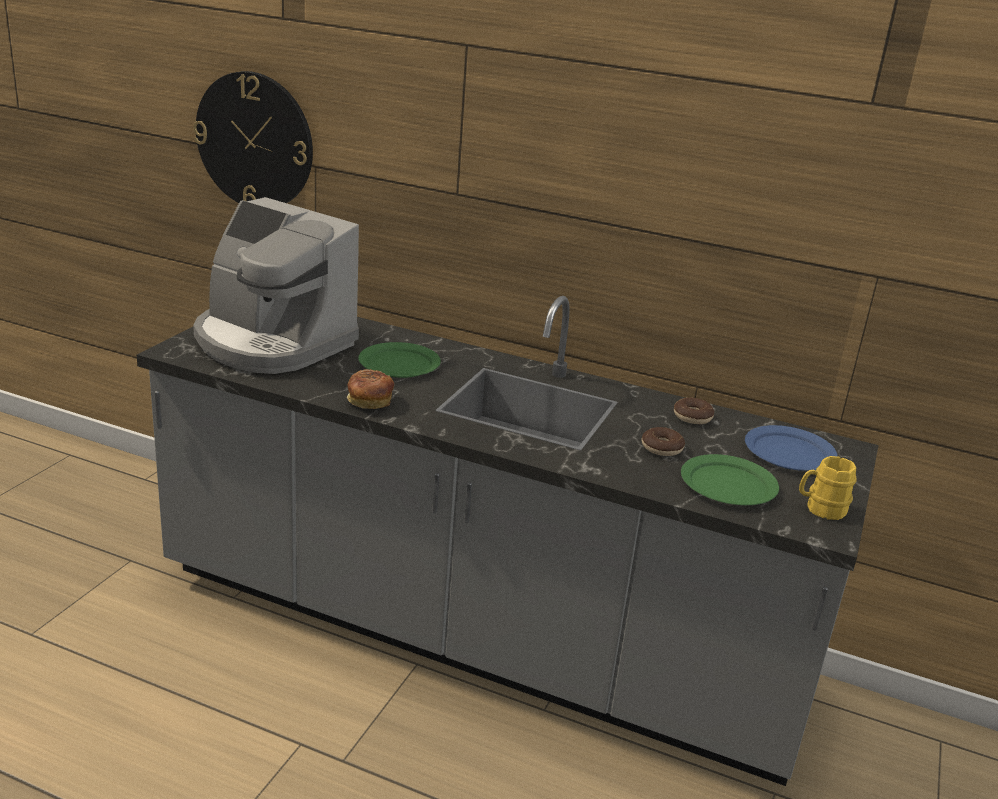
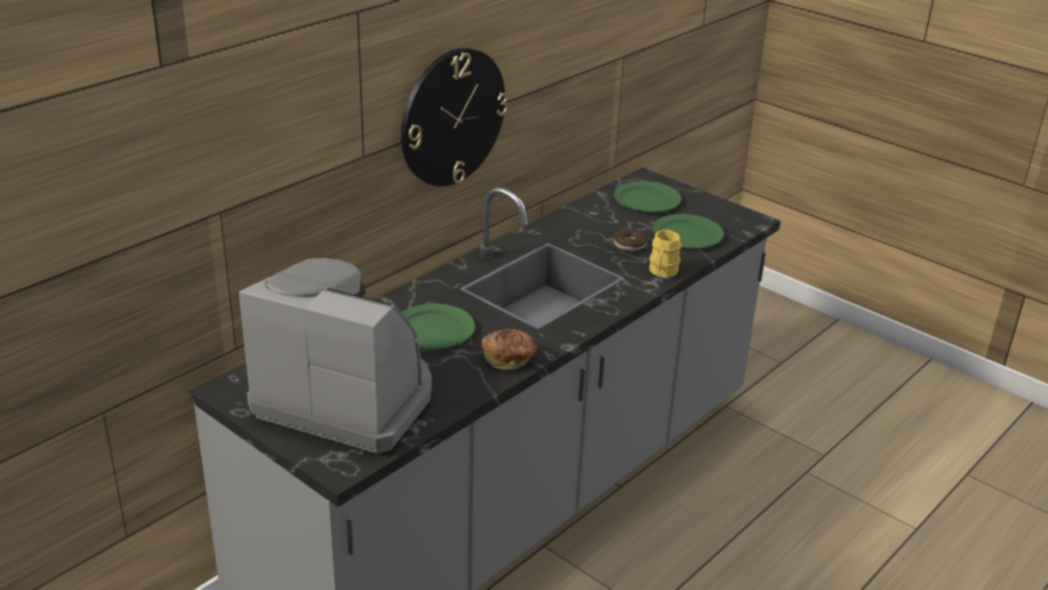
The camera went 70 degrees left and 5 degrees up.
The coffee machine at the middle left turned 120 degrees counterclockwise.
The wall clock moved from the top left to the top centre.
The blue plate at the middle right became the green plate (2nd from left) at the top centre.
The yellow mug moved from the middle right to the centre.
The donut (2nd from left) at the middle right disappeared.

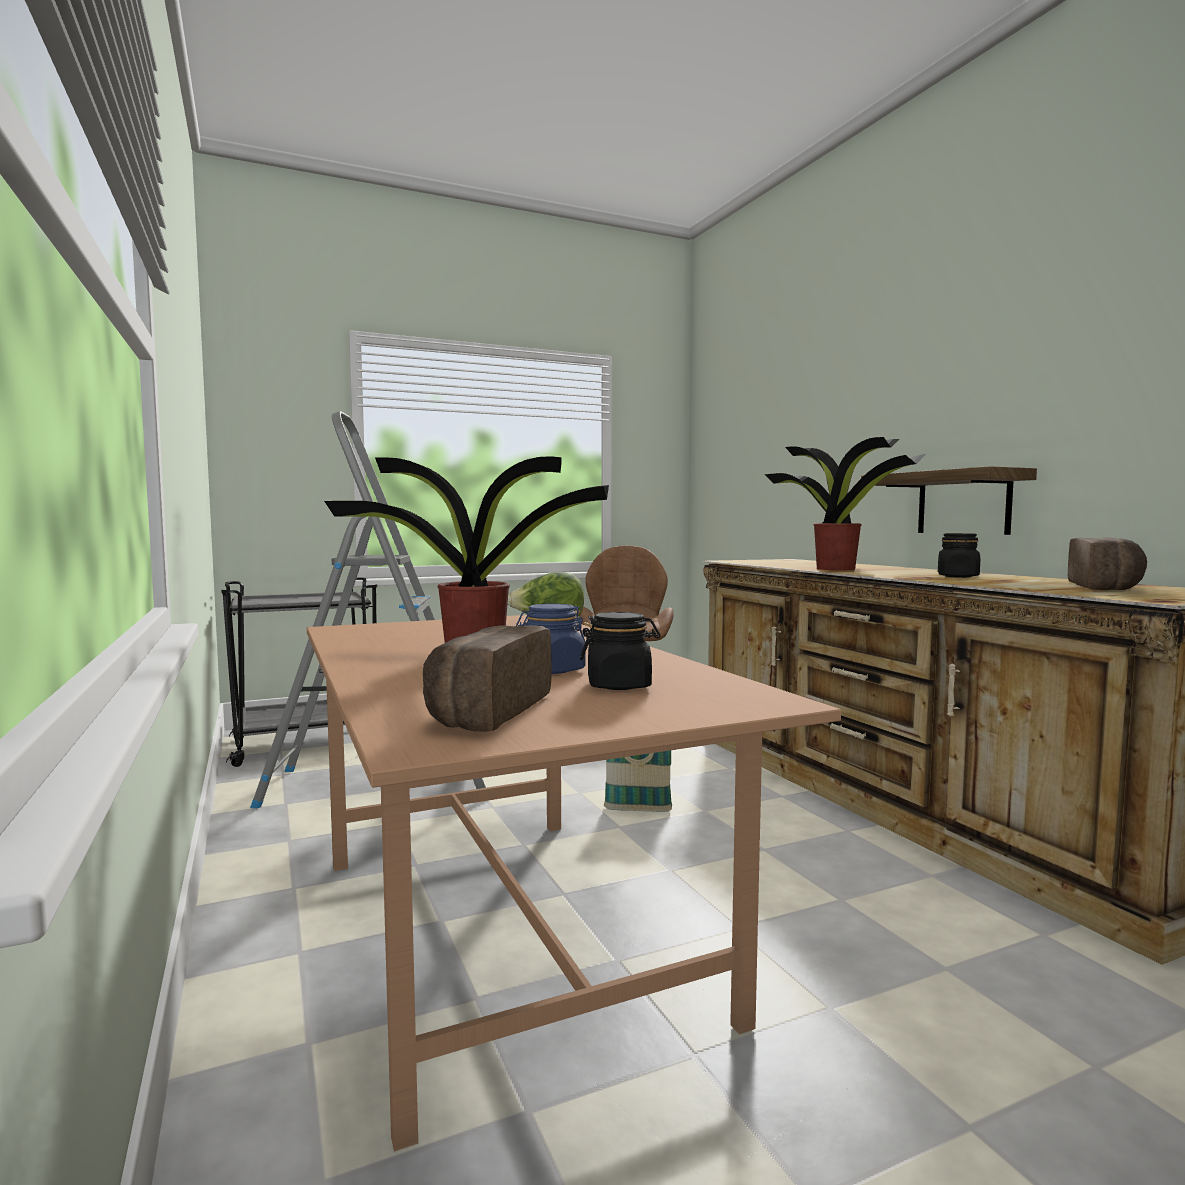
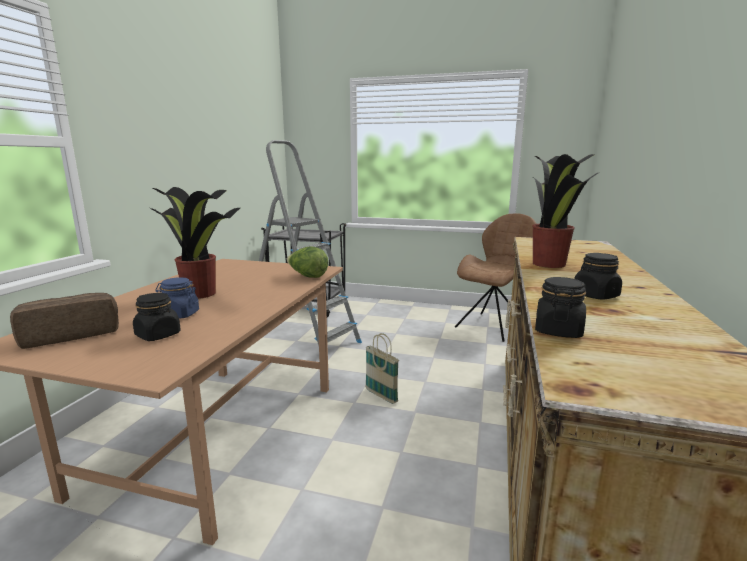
The camera went 40 degrees right and 10 degrees up.
The black jar (2nd from left) at the middle right appeared.
The shelf at the middle right disappeared.
The bread (2nd from left) at the middle right disappeared.

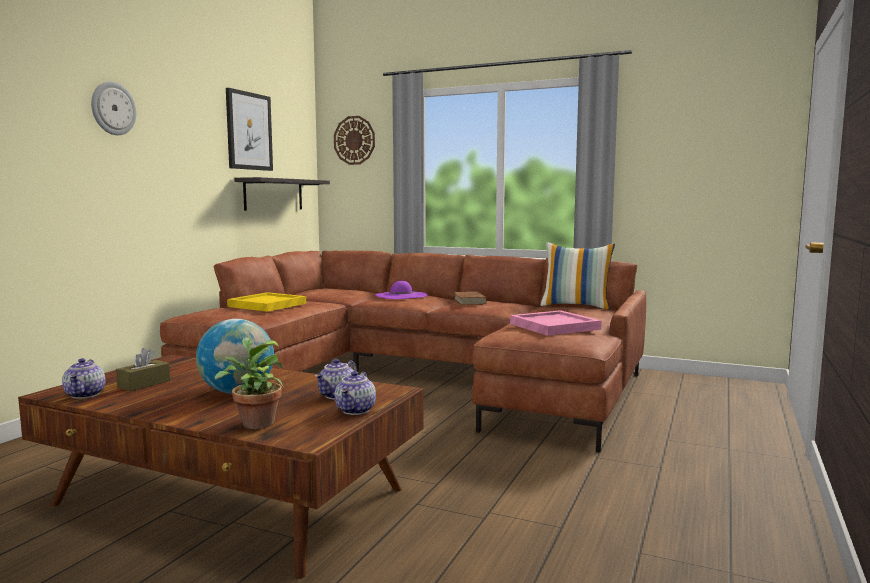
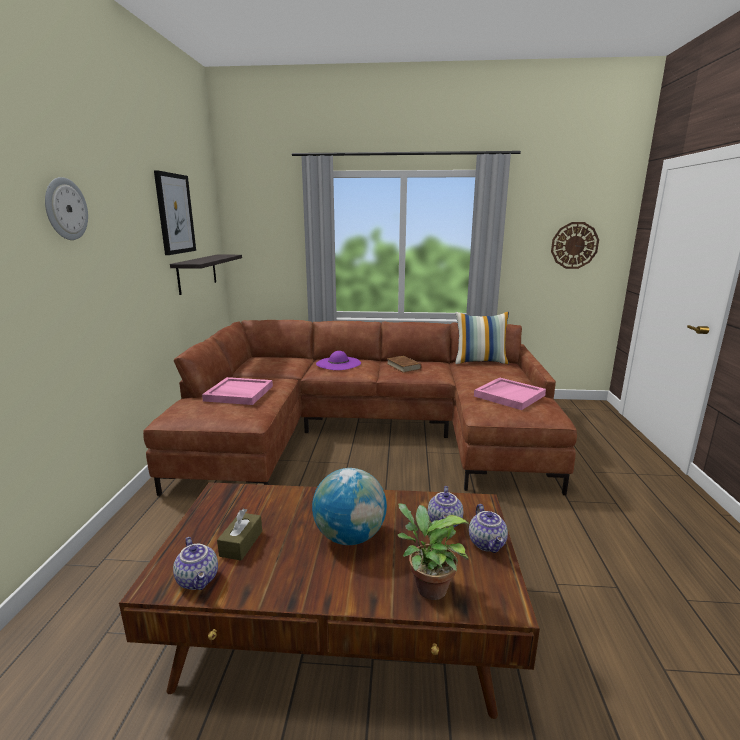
The camera went 20 degrees left and 10 degrees up.
The yellow tray at the middle left became the pink tray (1st from left) at the middle left.
The wall clock (2nd from left) moved from the top centre to the top right.

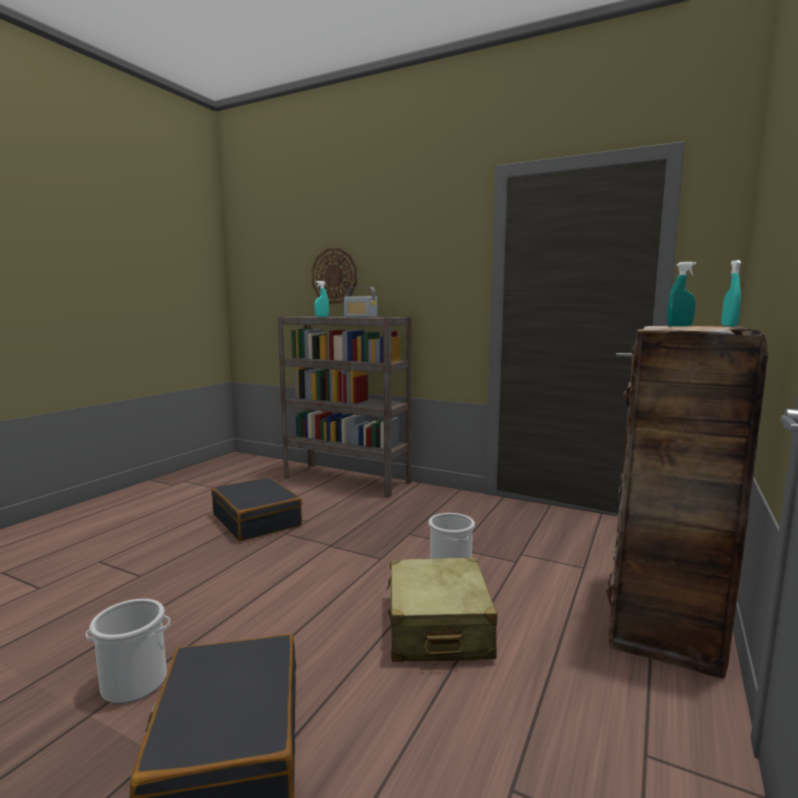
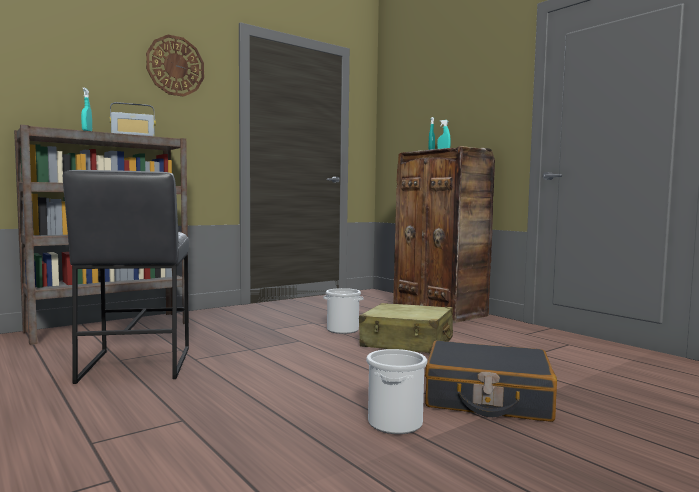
The camera went 65 degrees left and 5 degrees down.
The black suitcase (2nd from left) at the middle left was replaced by the grey stool at the middle left.
The wall clock moved from the centre to the top left.

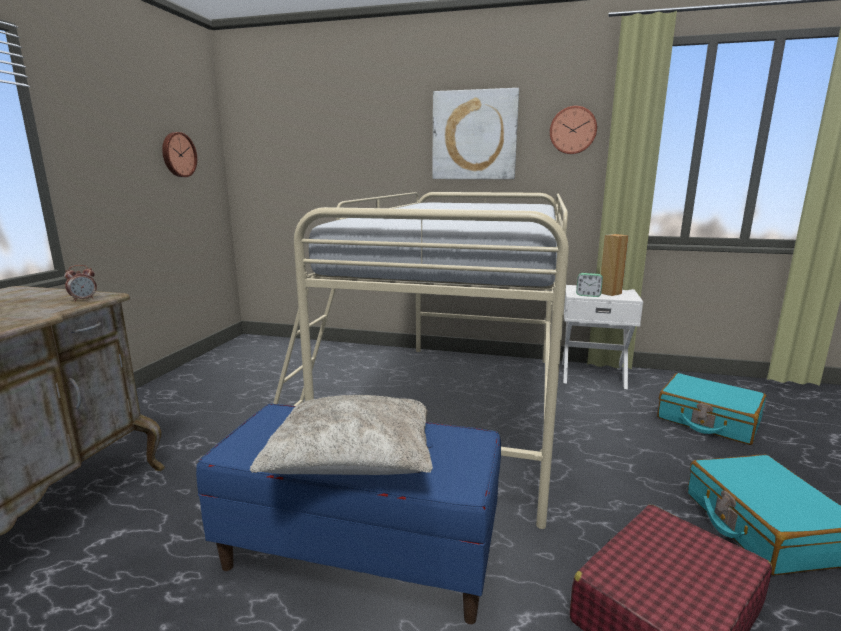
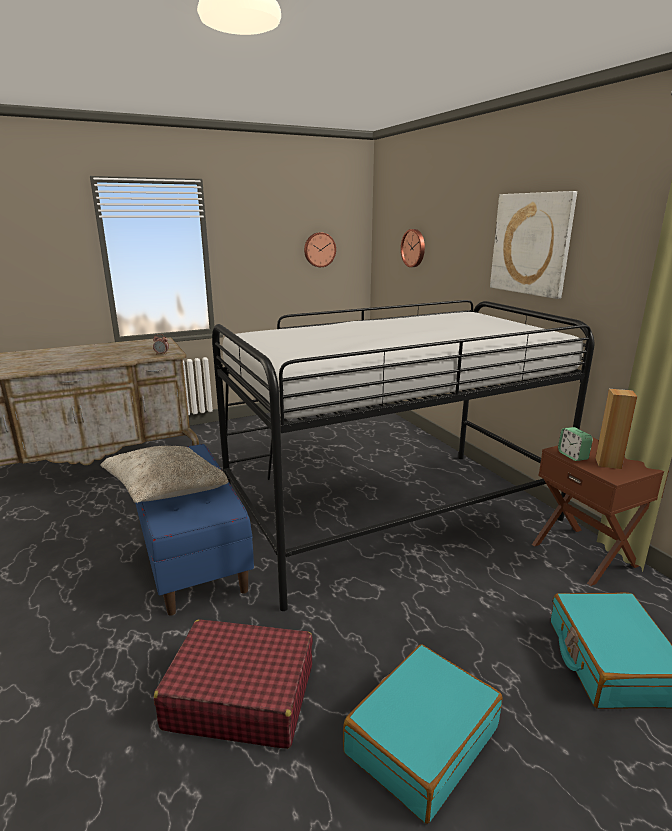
The camera went 50 degrees right and 5 degrees up.
The beige bed at the centre became the black bed at the centre.
The wall clock (2nd from left) moved from the top right to the top centre.
The white nightstand at the middle right became the brown nightstand at the middle right.

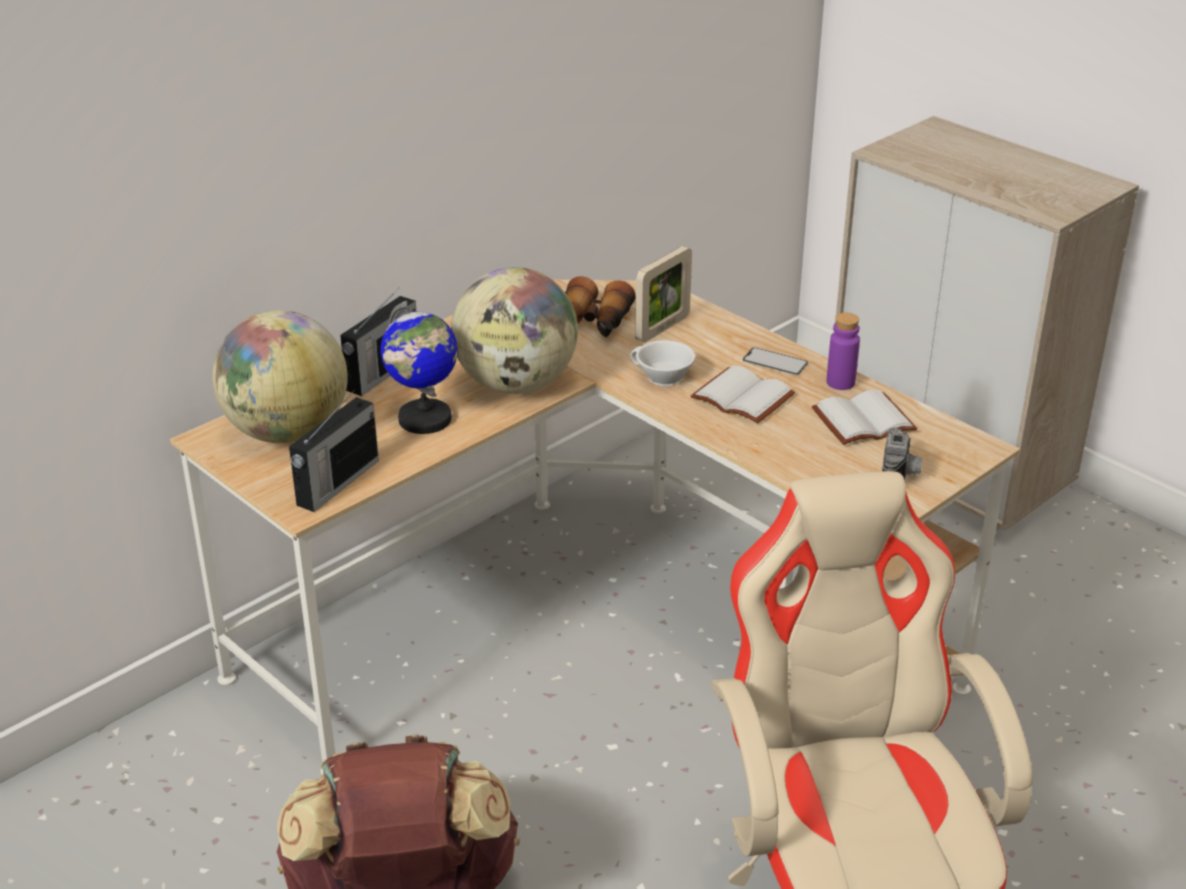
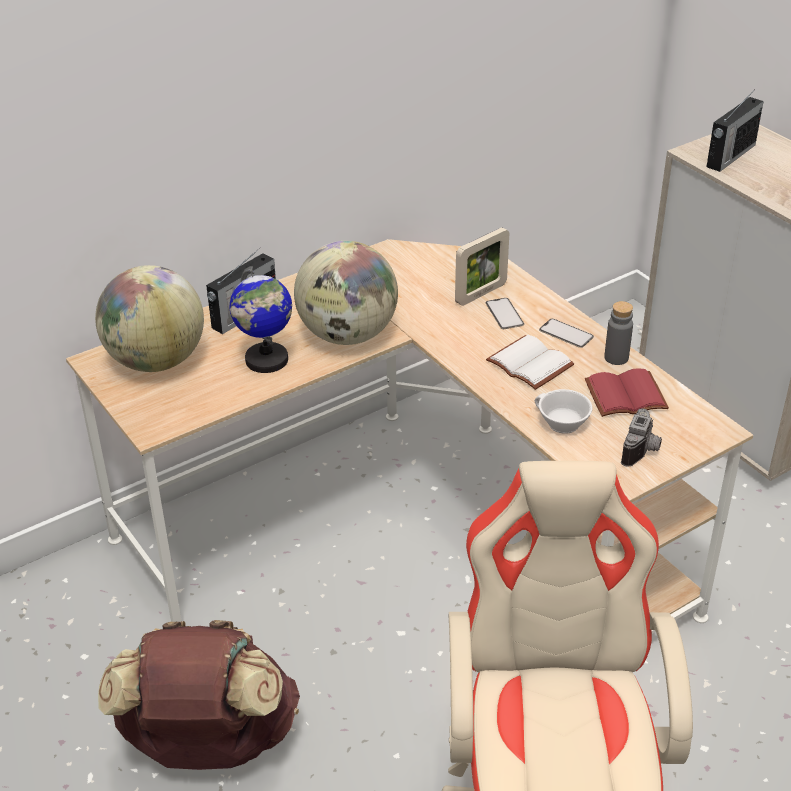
The camera went 10 degrees right and 5 degrees up.
The phone (1st from left) at the centre appeared.
The white cup moved from the centre to the middle right.
The white book (2nd from left) at the middle right became the red book at the middle right.
The purple bottle at the middle right became the grey bottle at the middle right.
The radio (1st from left in the first image) moved from the middle left to the top right.
The binoculars at the centre disappeared.

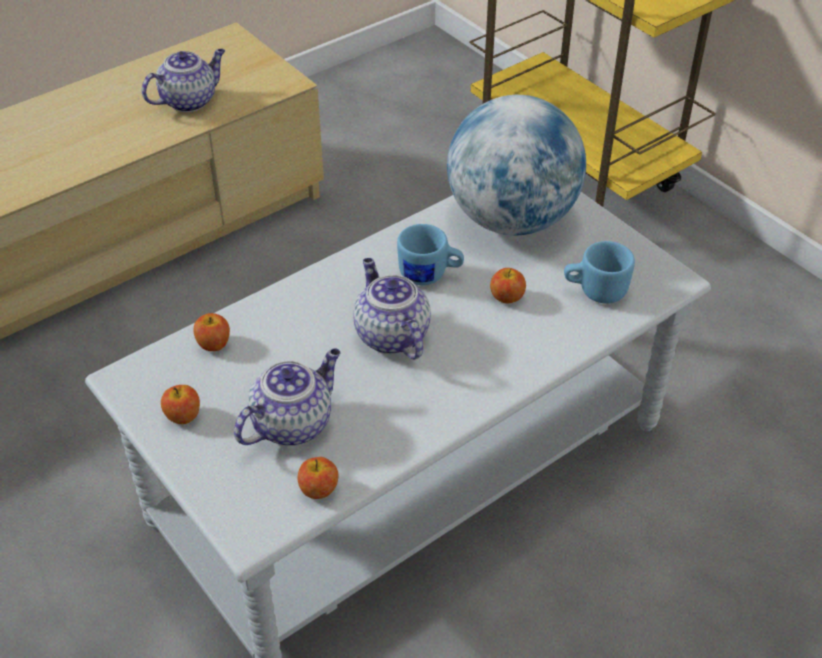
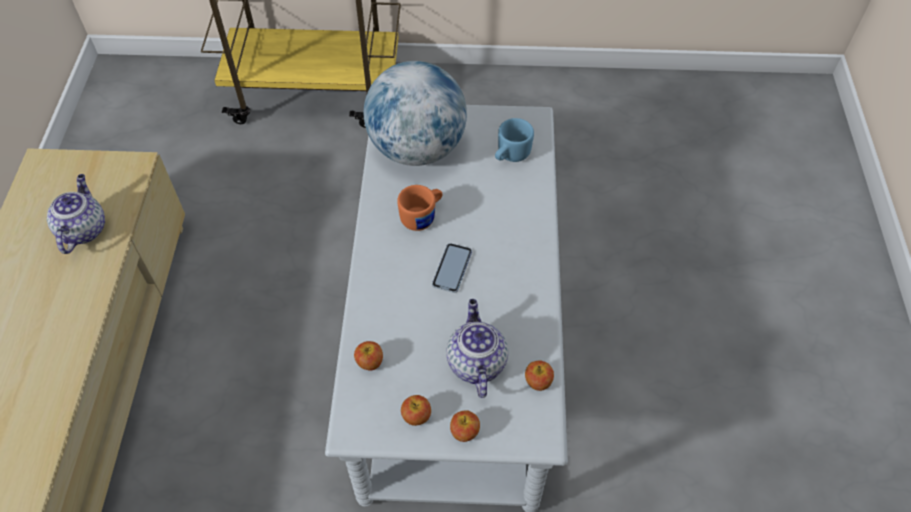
The camera went 50 degrees left and 10 degrees up.
The blue mug (1st from left) at the centre became the orange mug at the centre.
The teapot (3rd from left) at the centre was replaced by the phone at the centre.
The apple (4th from left in the first image) moved from the centre to the bottom centre.

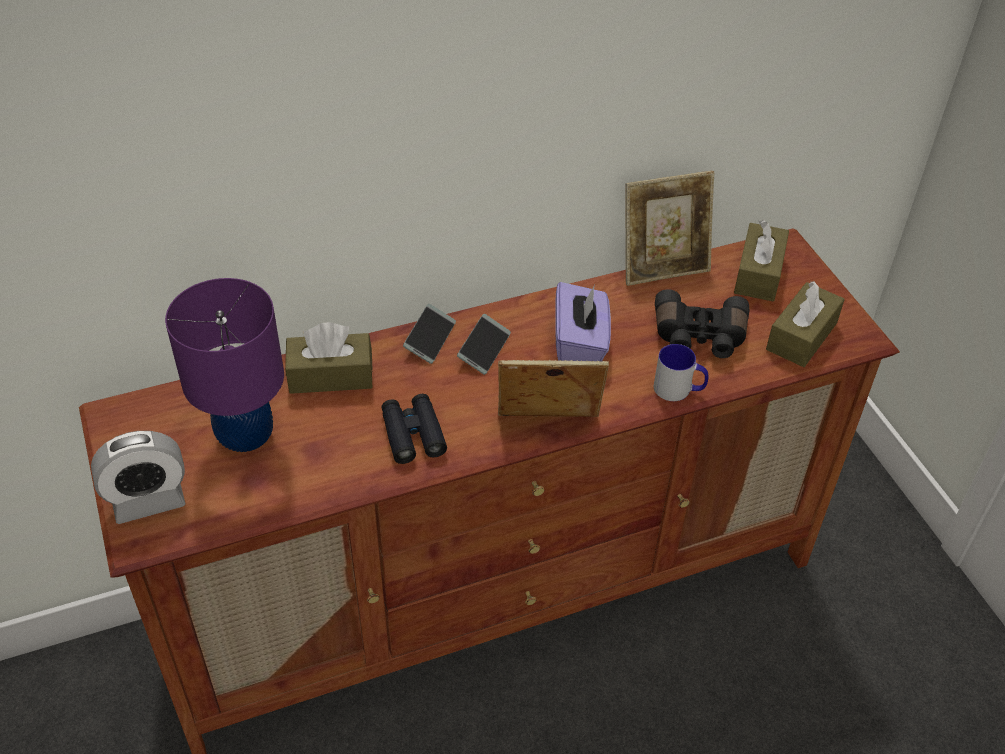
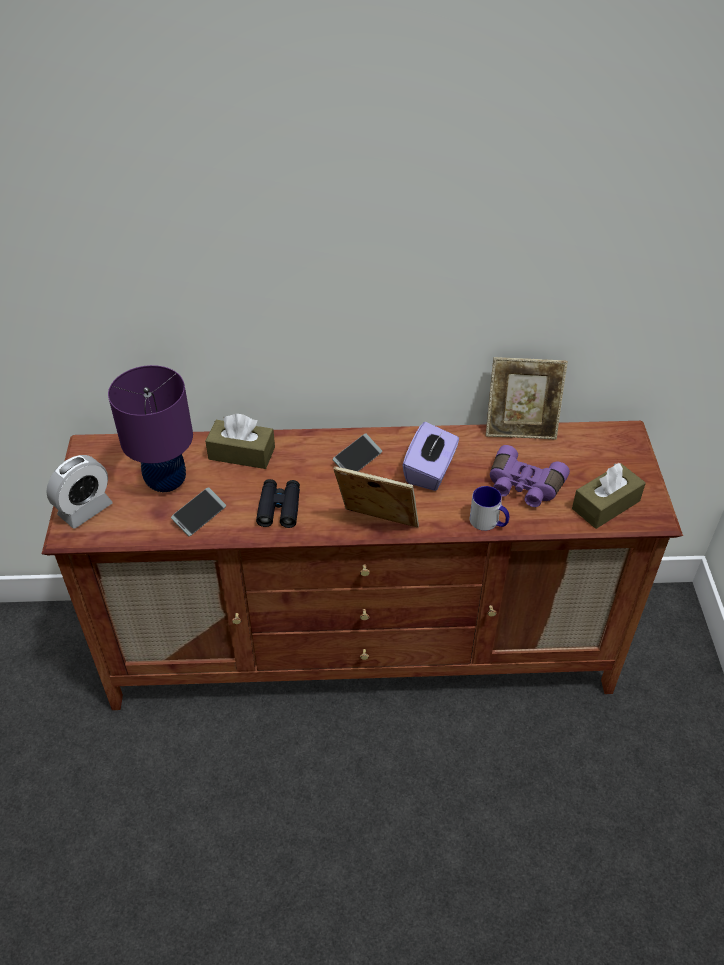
The camera went 20 degrees right and 0 degrees up.
The alarm clock at the middle left turned 45 degrees counterclockwise.
The phone (1st from left) moved from the centre to the middle left.
The black binoculars (2nd from left) at the middle right became the purple binoculars at the middle right.
The brown tissue box (2nd from left) at the middle right disappeared.

